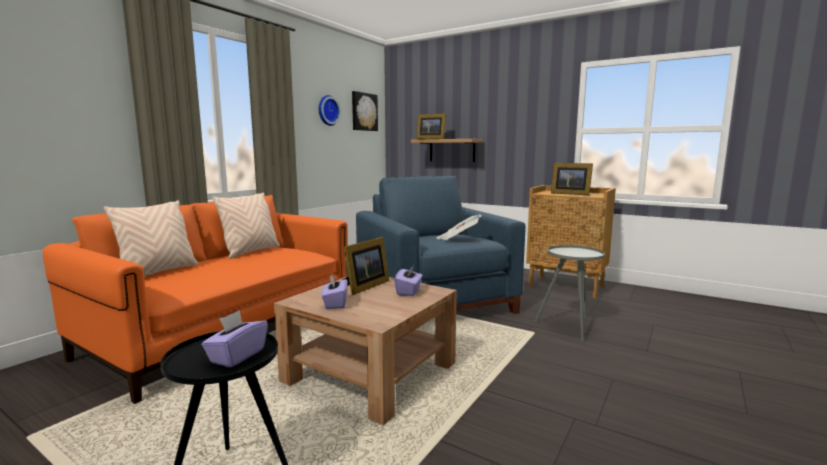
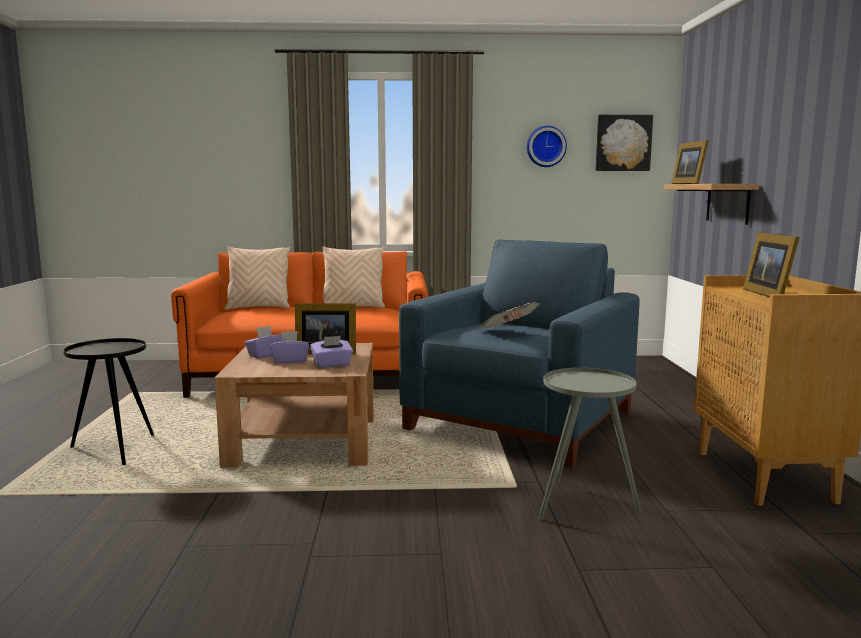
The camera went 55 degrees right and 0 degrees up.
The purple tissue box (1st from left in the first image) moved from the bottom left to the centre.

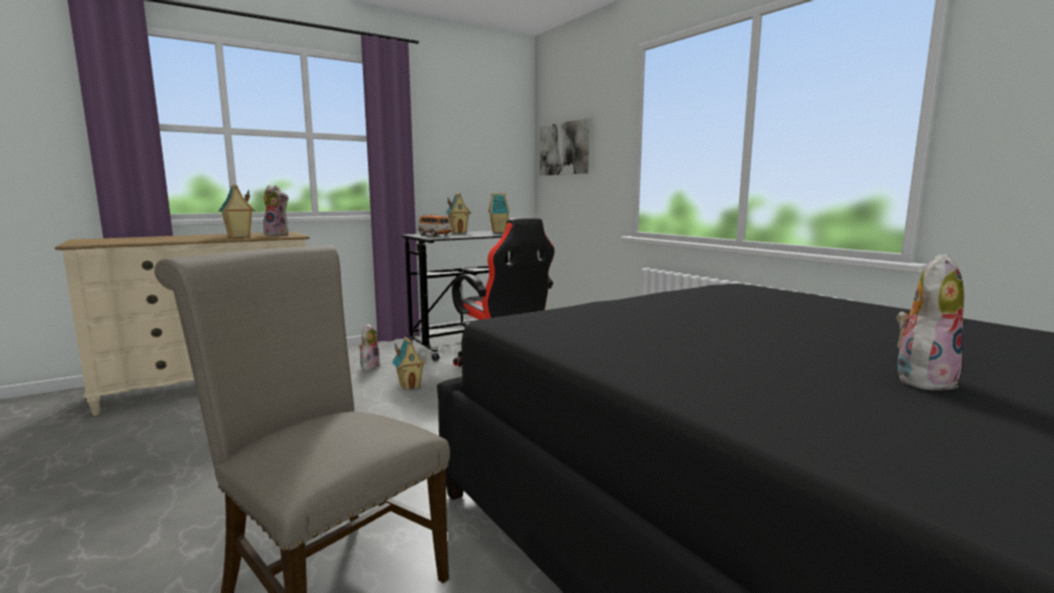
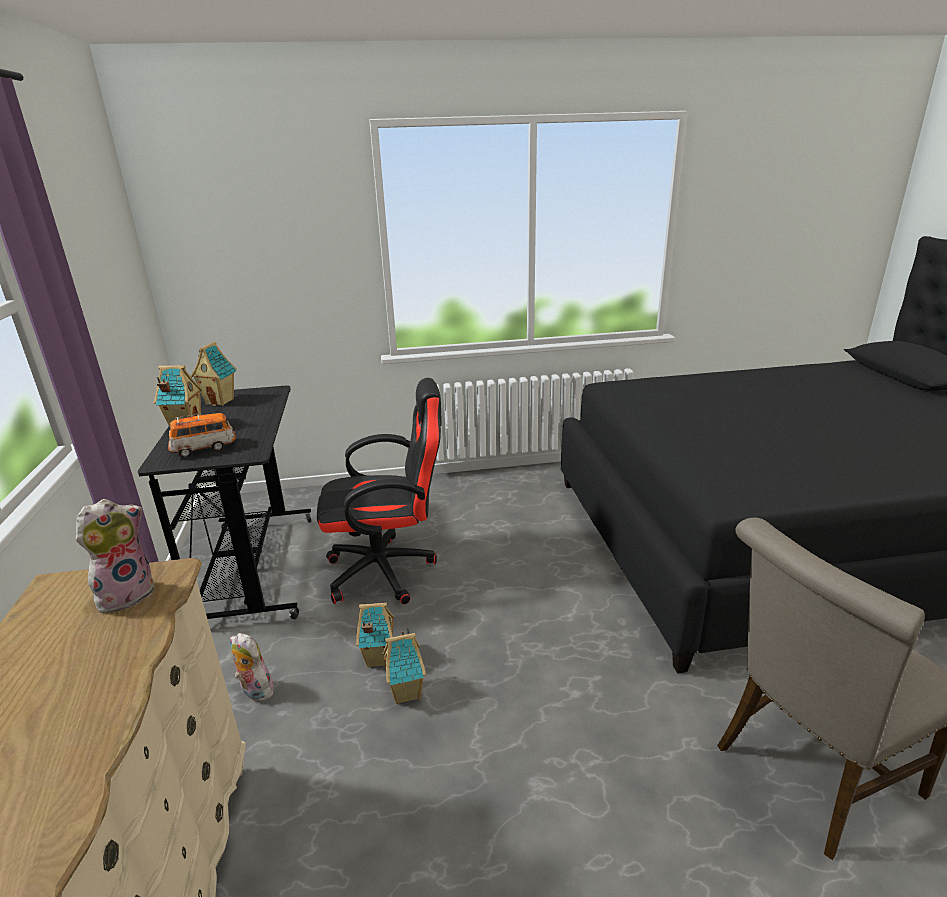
The camera went 65 degrees left and 15 degrees up.
The toy house (1st from left in the first image) moved from the middle left to the bottom centre.
The picture at the top centre disappeared.
The plush toy (3rd from left) at the middle right disappeared.

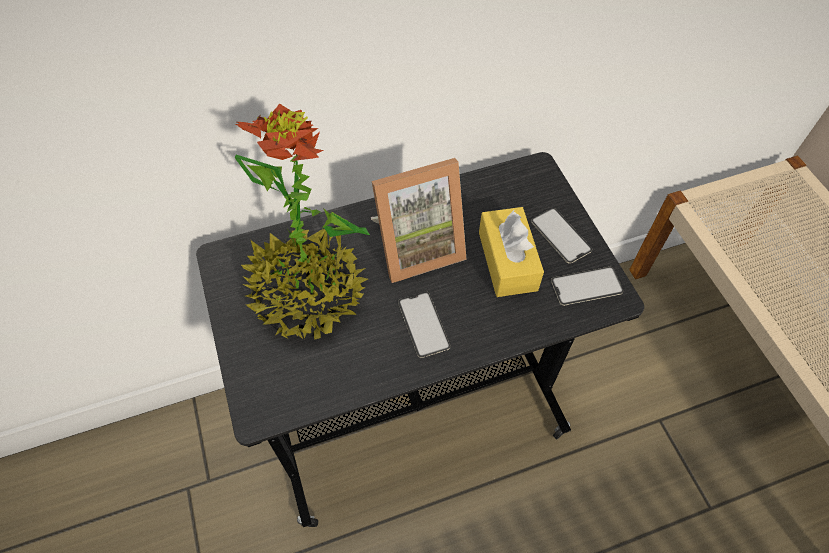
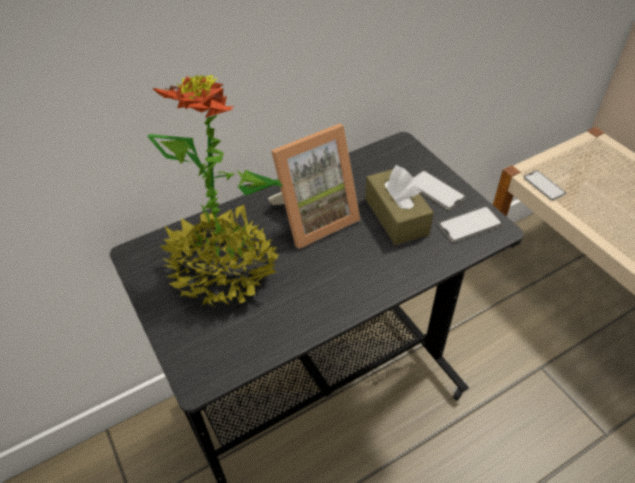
The camera went 10 degrees left and 10 degrees down.
The yellow tissue box at the centre became the brown tissue box at the centre.
The phone (1st from left in the first image) moved from the centre to the middle right.

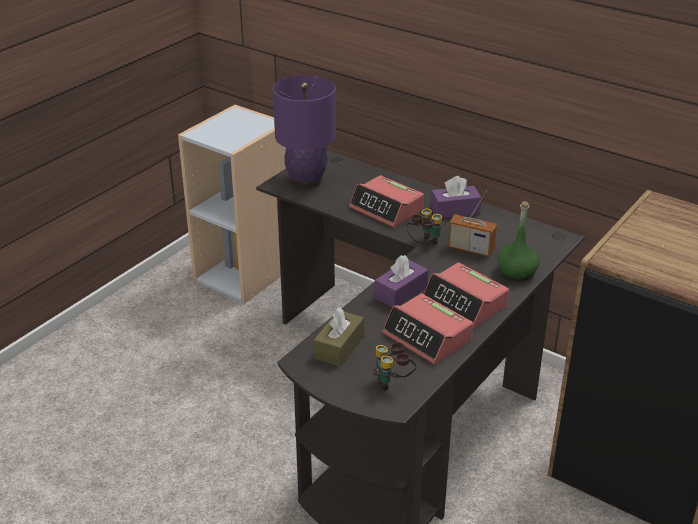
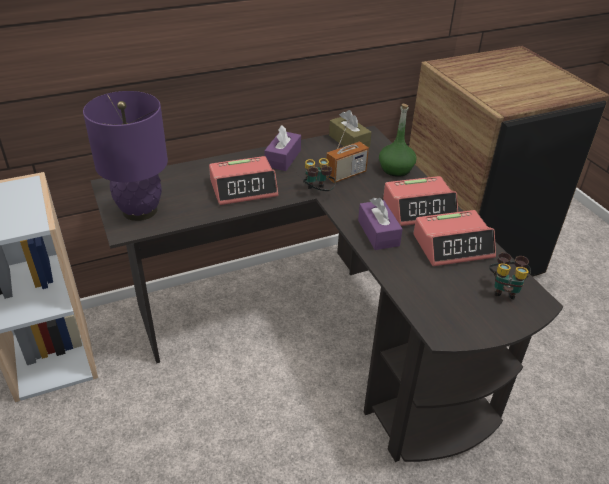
The camera went 60 degrees left and 5 degrees up.
The brown tissue box moved from the centre to the top centre.

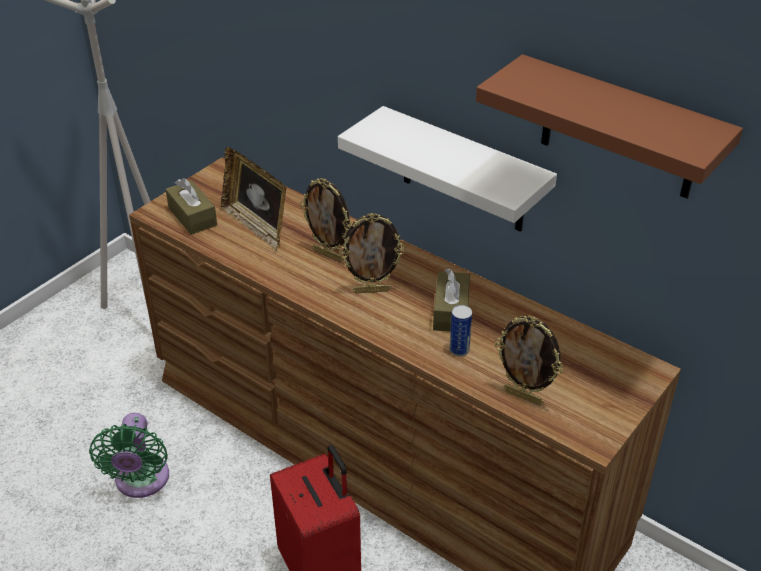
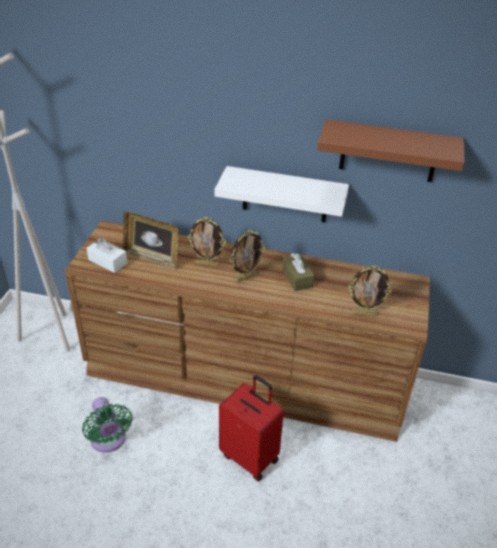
The camera went 25 degrees left and 0 degrees up.
The brown tissue box (1st from left) at the middle left became the white tissue box at the middle left.
The can at the centre disappeared.

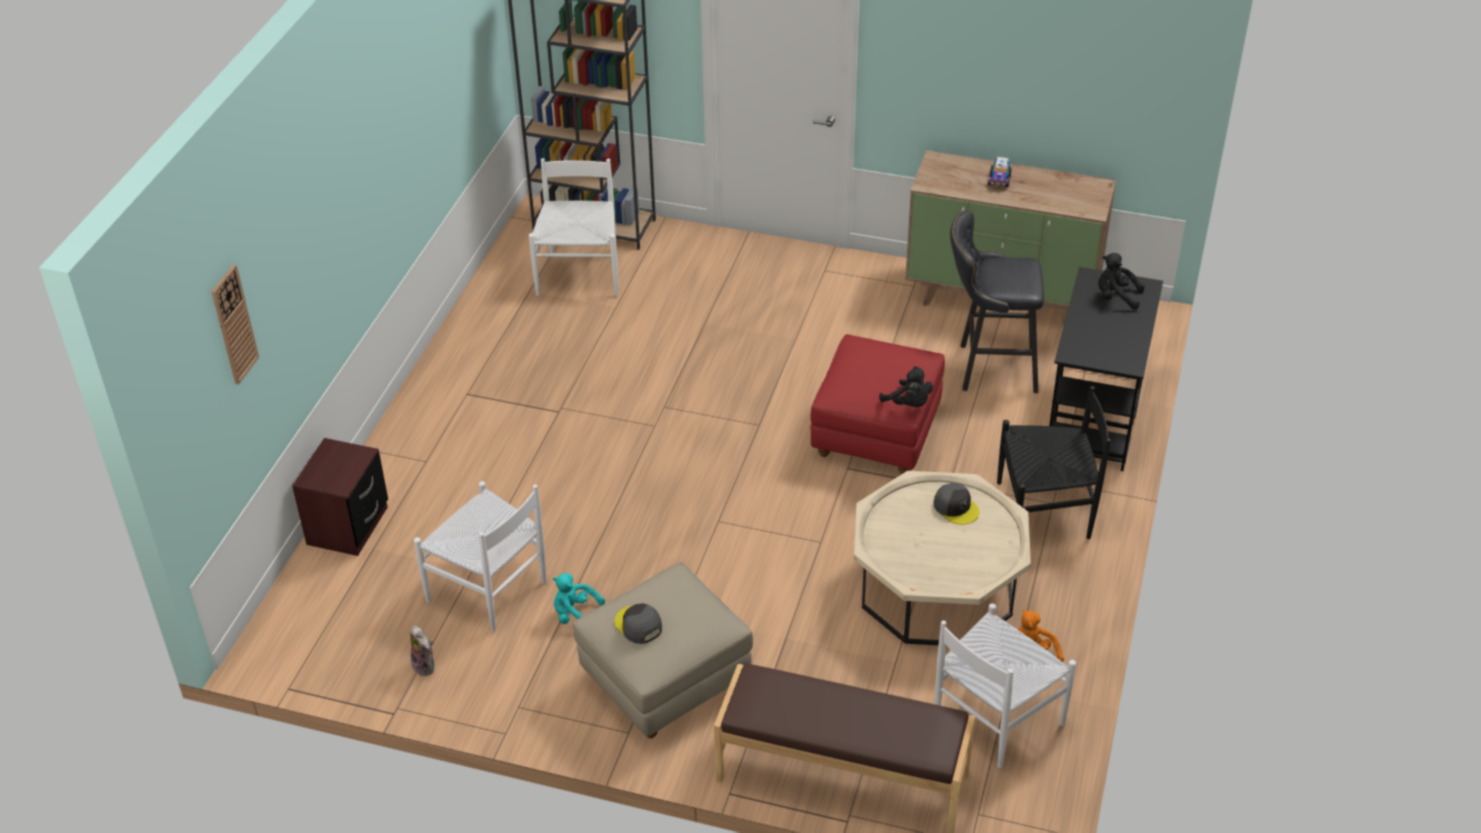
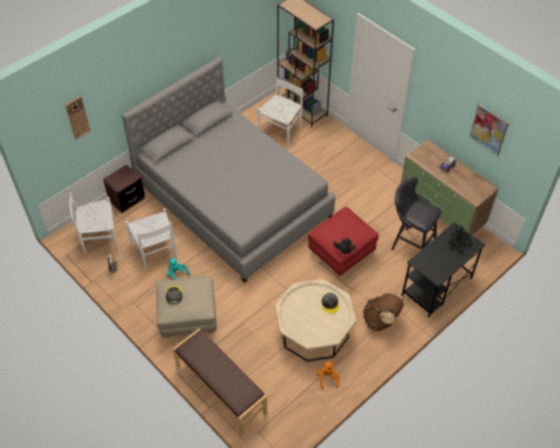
The camera went 30 degrees right and 10 degrees up.
The white chair (3rd from left in the first image) moved from the bottom right to the middle left.
The grey bed at the centre appeared.
The black chair at the middle right was replaced by the brown backpack at the bottom right.
The picture at the top right appeared.

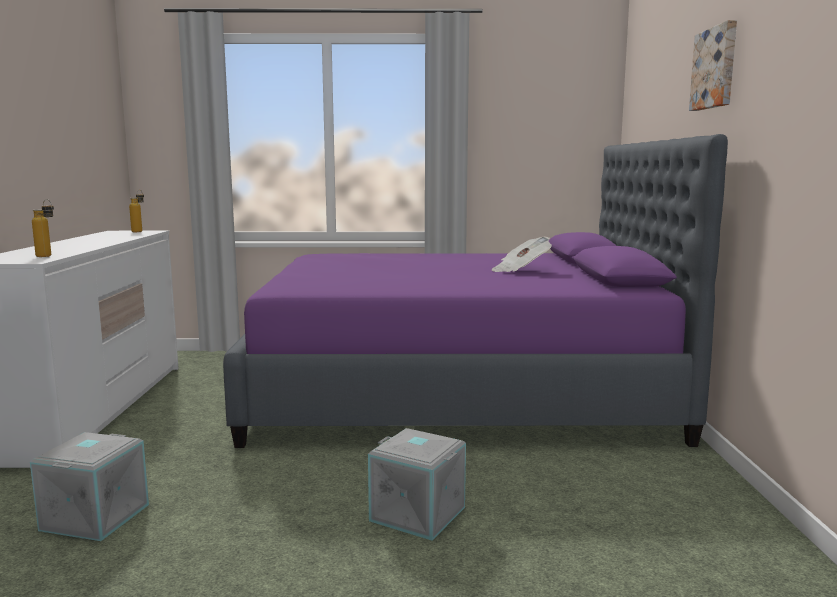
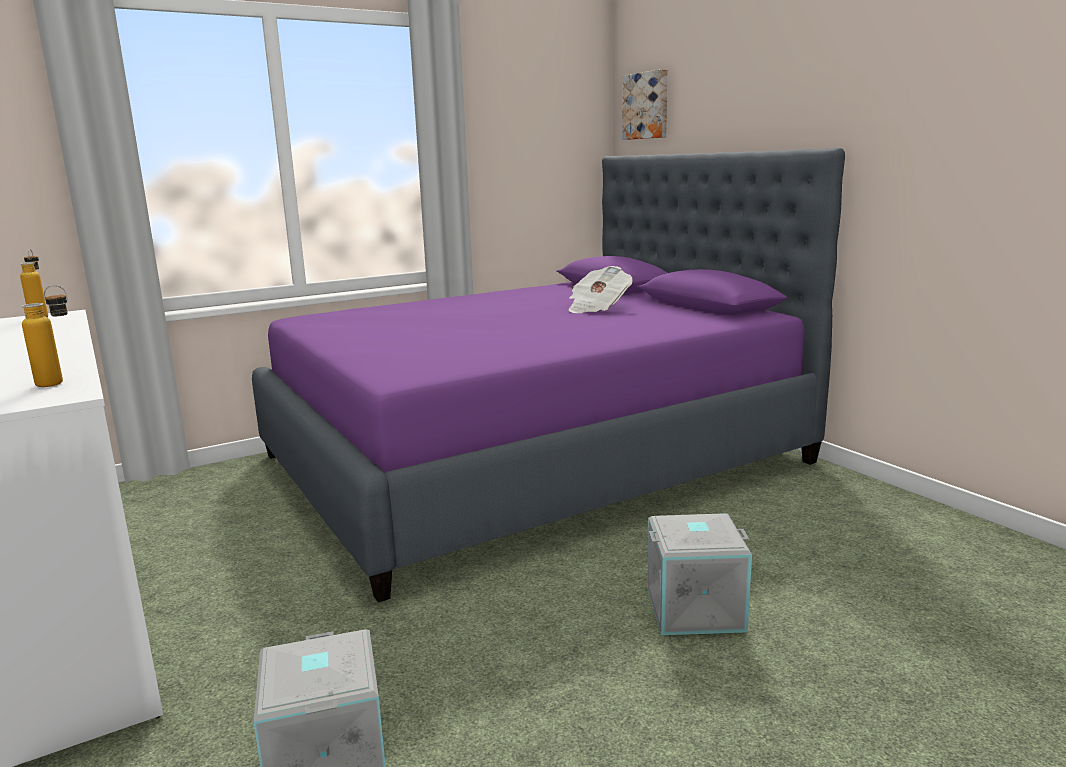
The camera went 30 degrees left and 5 degrees up.
The picture moved from the top right to the top centre.

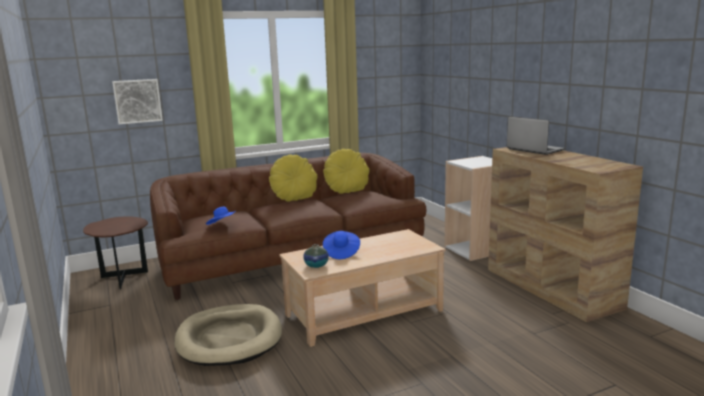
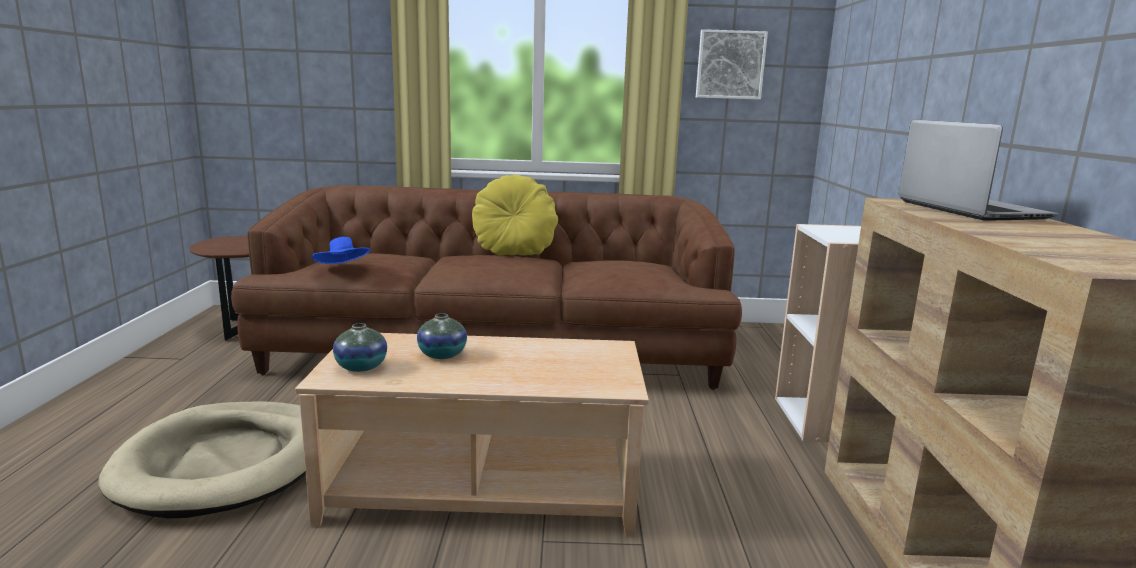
The camera went 25 degrees right and 0 degrees up.
The blue hat (2nd from left) at the centre was replaced by the vase (2nd from left) at the centre.
The picture moved from the top left to the top centre.
The yellow pillow (2nd from left) at the centre disappeared.

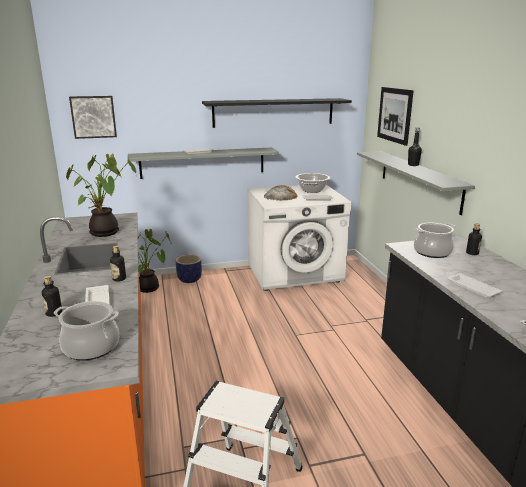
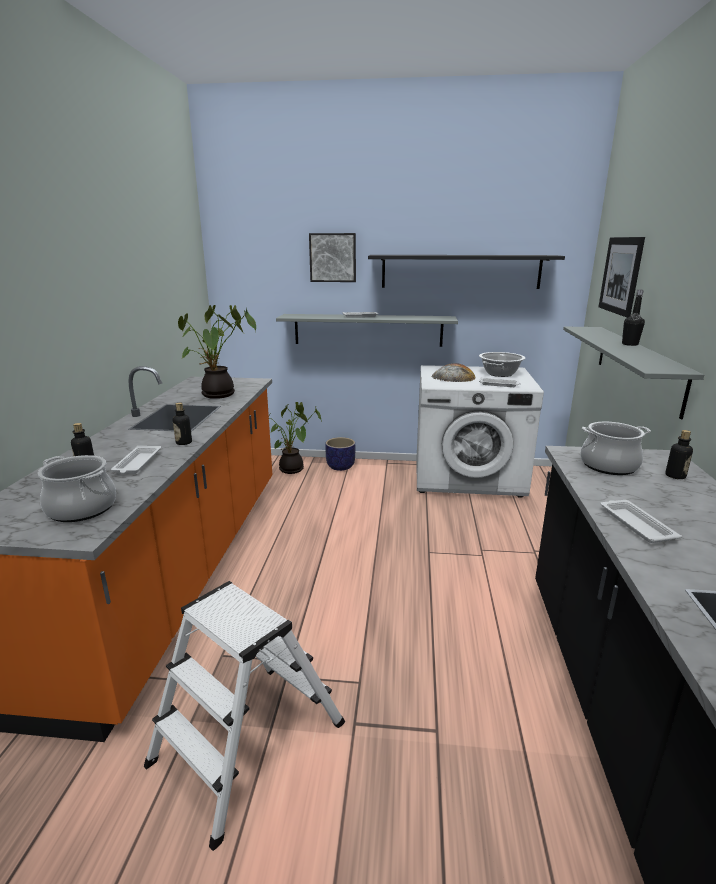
The camera went 20 degrees right and 0 degrees up.
The picture (1st from left) moved from the top left to the top centre.

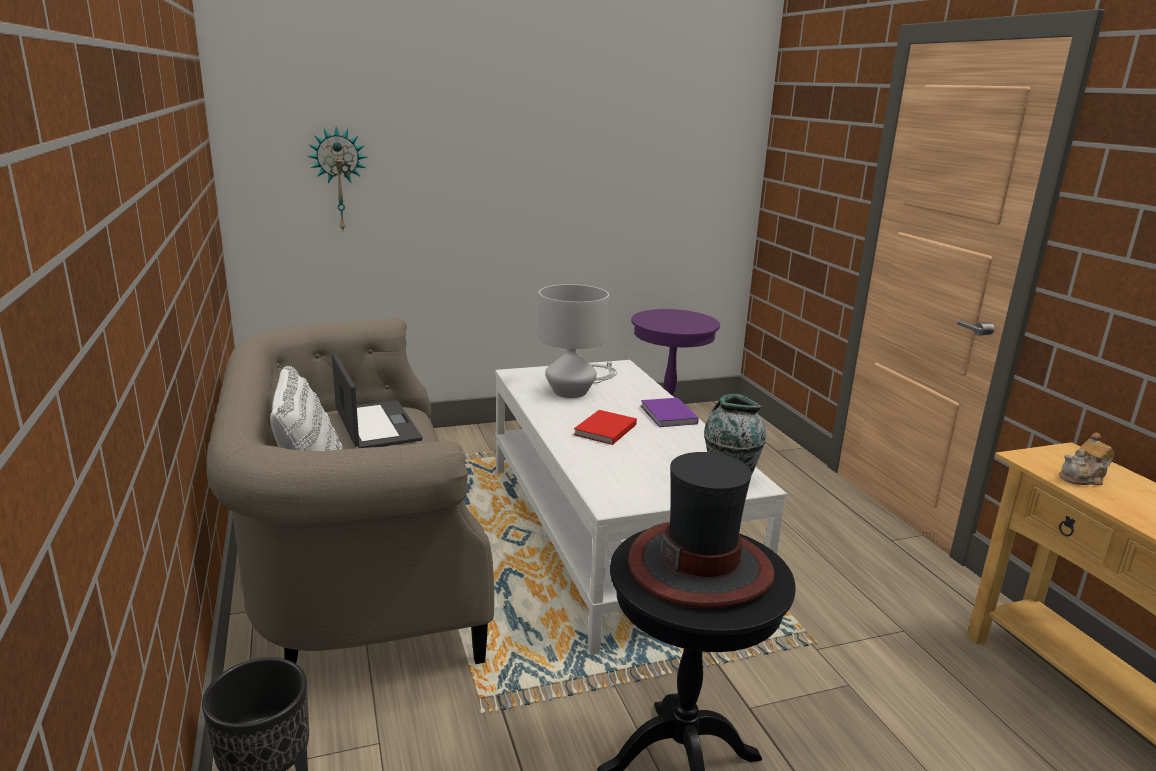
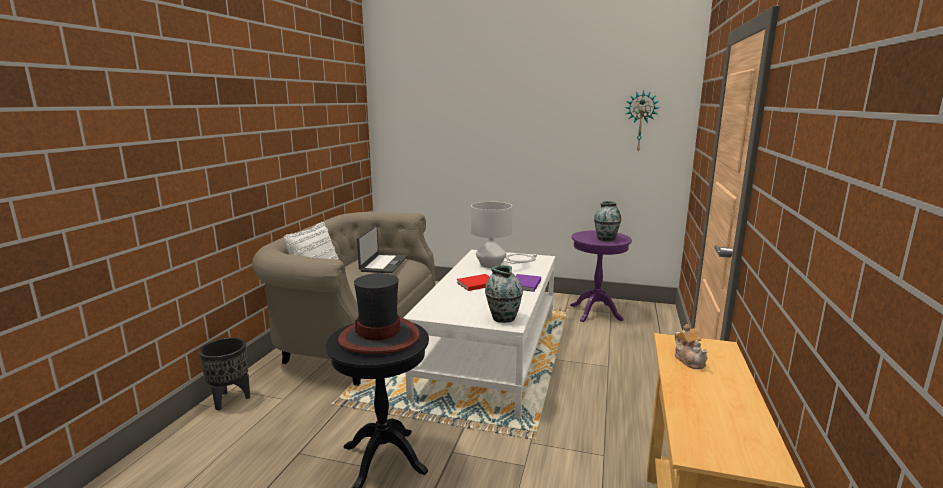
The camera went 35 degrees right and 5 degrees down.
The vase (2nd from left) at the centre appeared.
The wall clock moved from the top left to the top right.
The teapot at the middle right turned 120 degrees counterclockwise.

